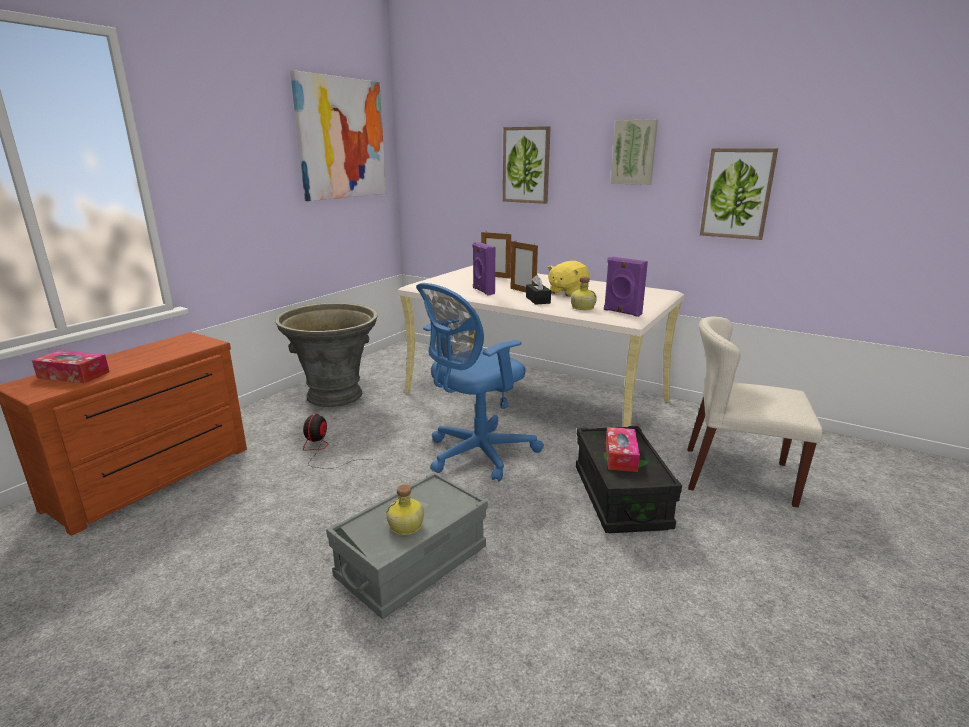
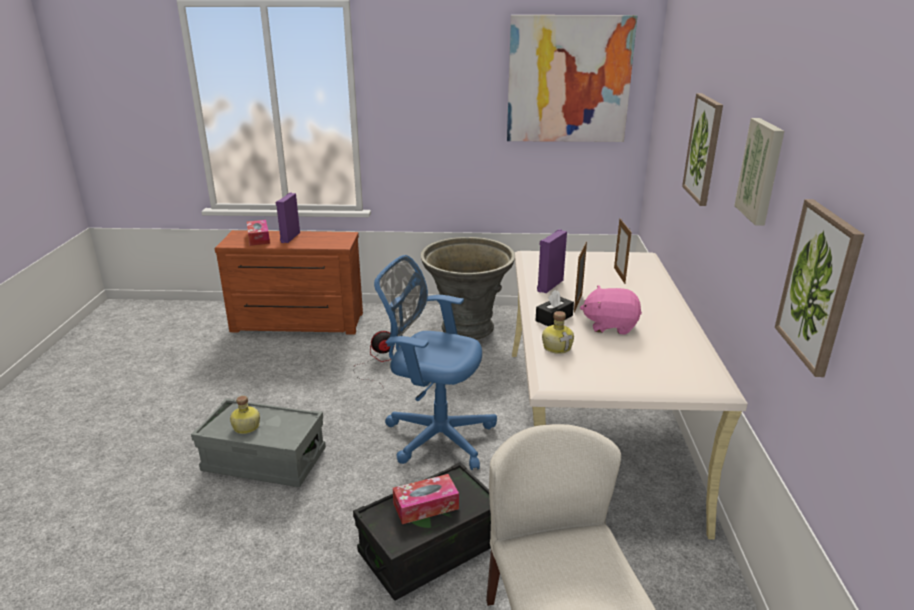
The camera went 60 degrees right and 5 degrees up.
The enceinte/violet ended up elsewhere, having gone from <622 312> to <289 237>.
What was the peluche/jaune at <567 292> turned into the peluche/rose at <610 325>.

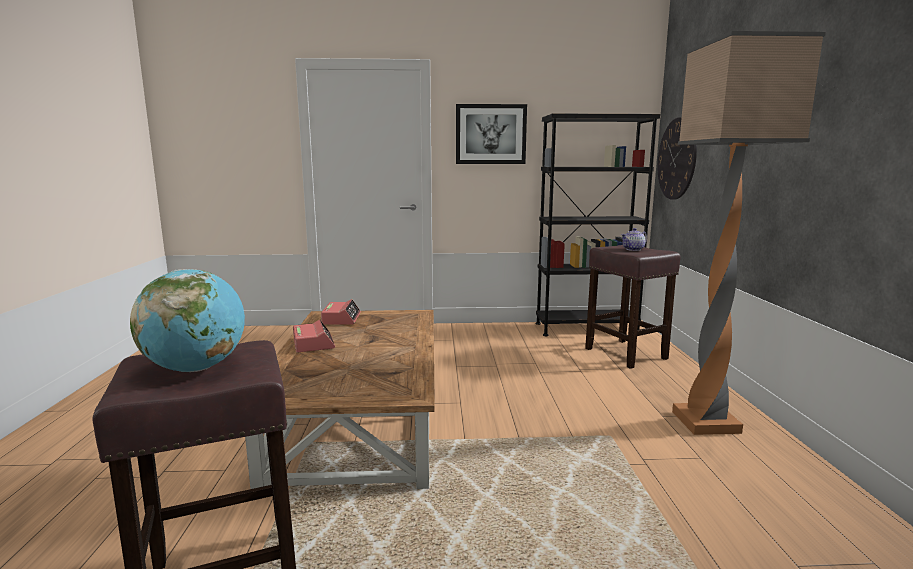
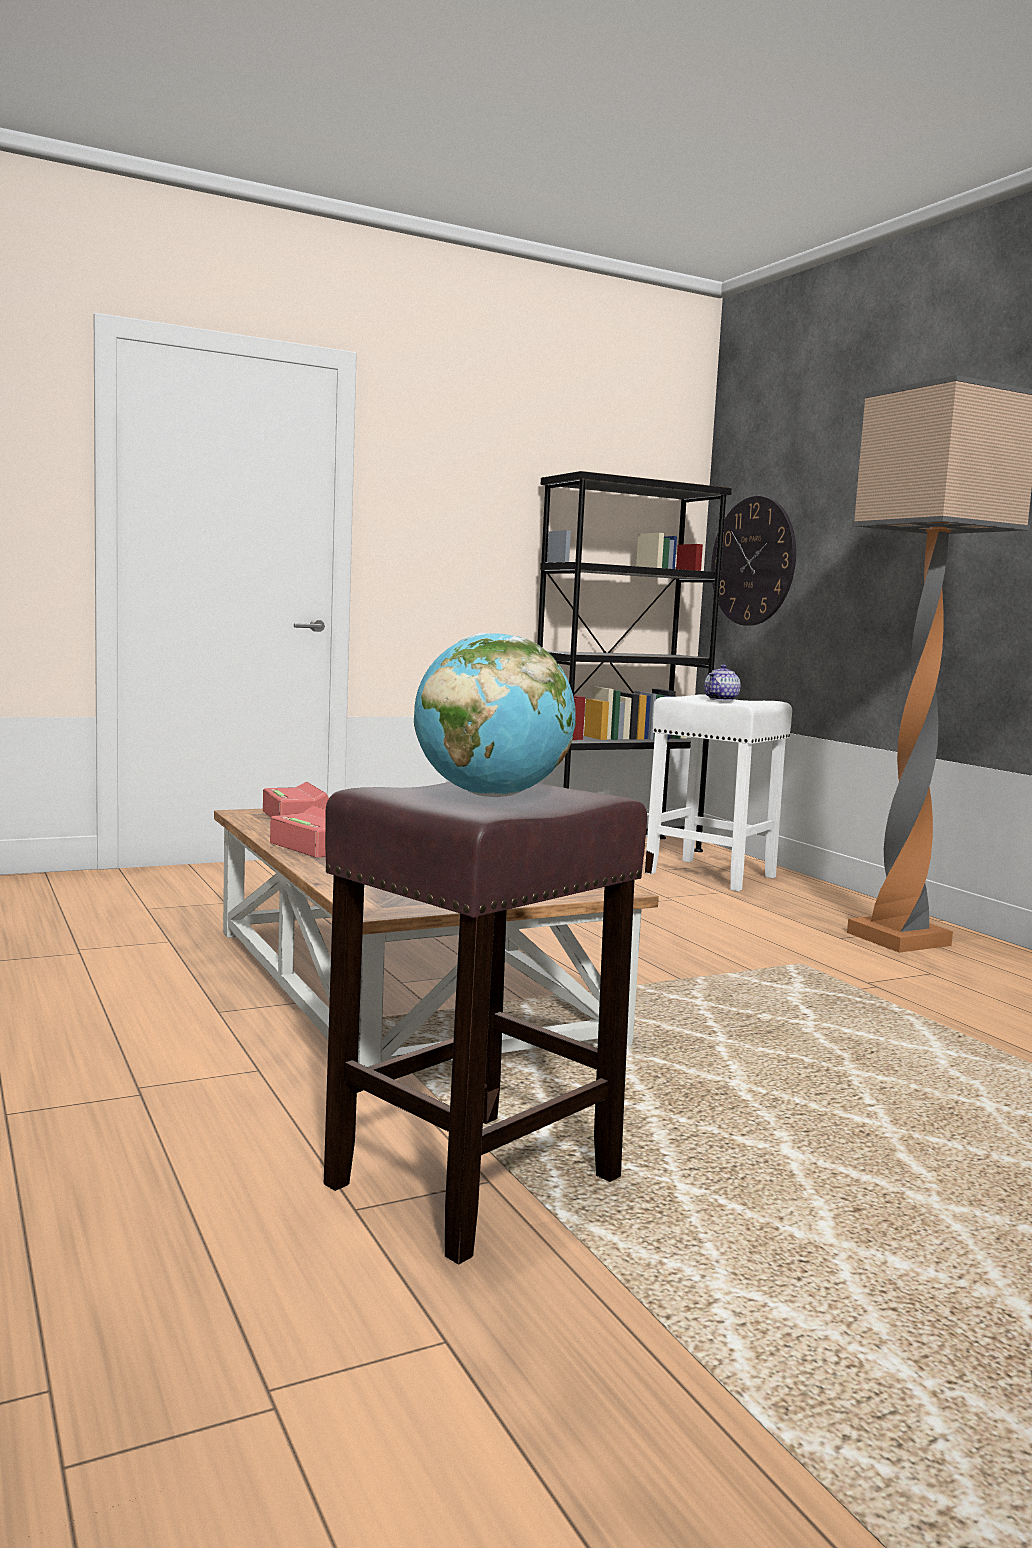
The camera went 25 degrees left and 5 degrees down.
The second view lost the tableau at <490 134>.
What was the tabouret/marron at <627 354> turned into the tabouret/blanc at <712 875>.

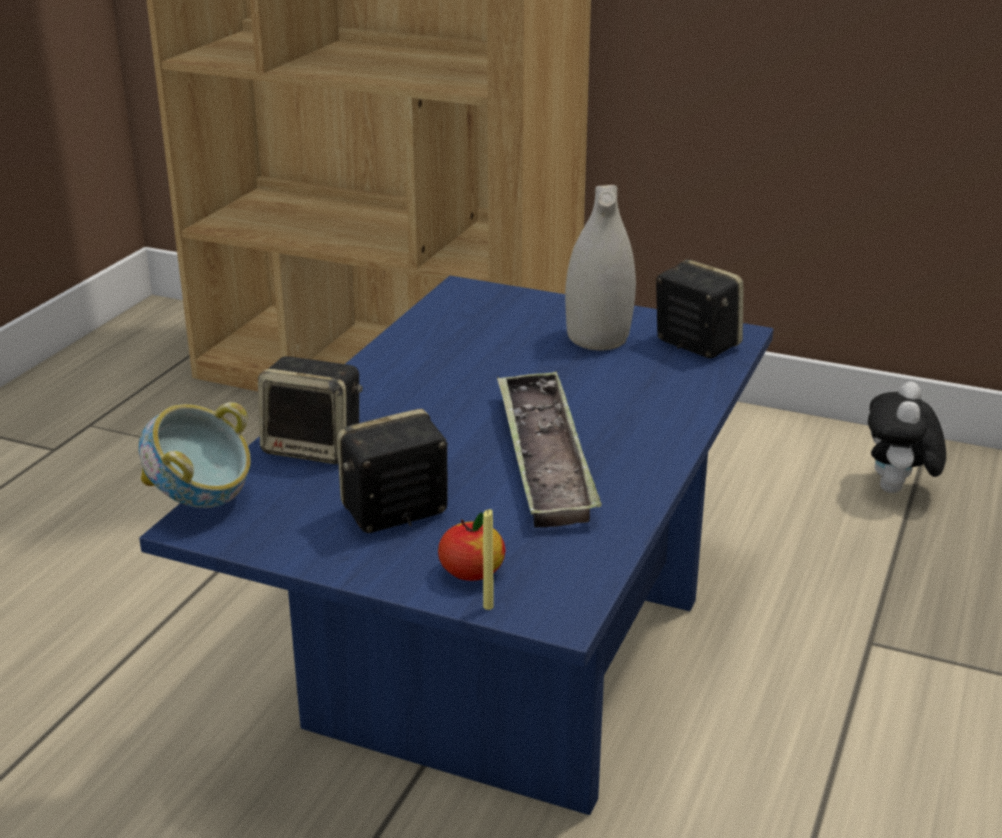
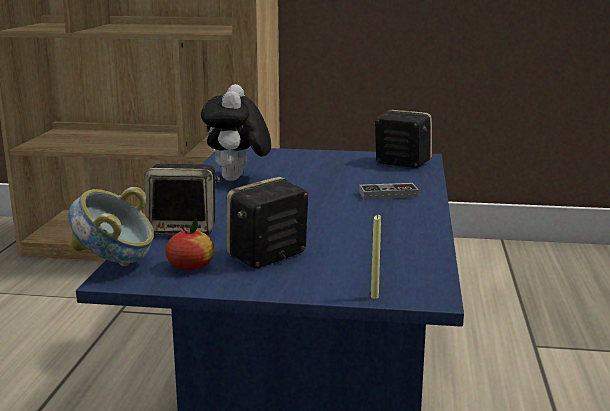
The camera went 15 degrees left and 10 degrees down.
The second view lost the plateau at <544 457>.
The second view lost the vase/blanc at <598 337>.
The second view gained the manette at <388 195>.
The pomme ended up elsewhere, having gone from <471 571> to <191 266>.
The peluche ended up elsewhere, having gone from <897 490> to <237 179>.

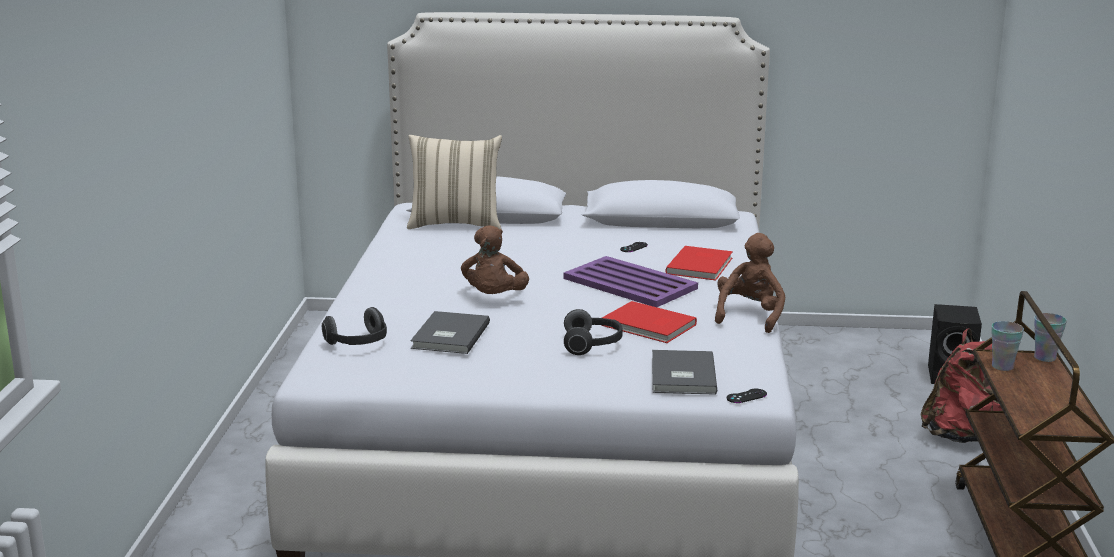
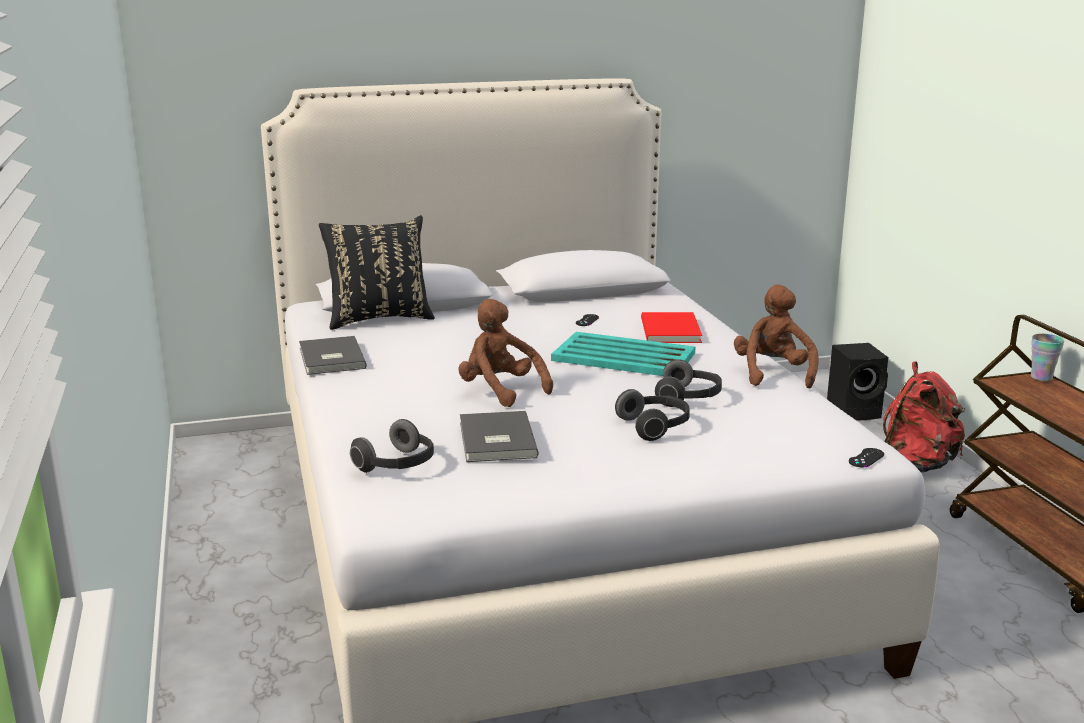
The camera went 20 degrees left and 0 degrees up.
The second view lost the tasse at <1002 366>.
The livre/gris ended up elsewhere, having gone from <681 376> to <330 359>.
Where the livre/rouge stood at <648 326>, the casque audio came to stand at <689 398>.
What was the coussin/beige at <455 224> turned into the coussin/noir at <379 318>.
What was the plateau/violet at <629 283> turned into the plateau/turquoise at <622 356>.
The peluche/marron at <494 298> ended up facing another way, 150 degrees clockwise from before.

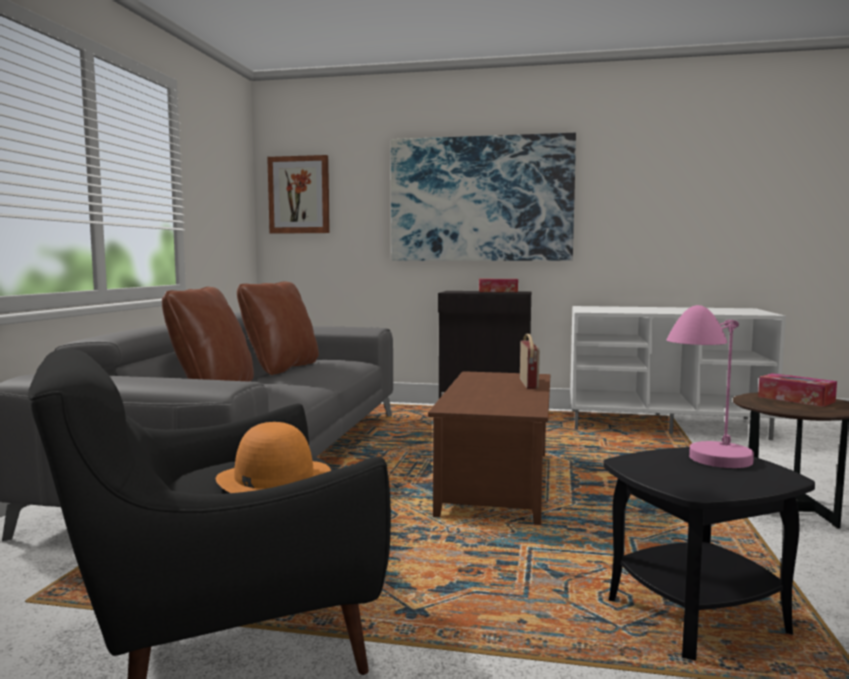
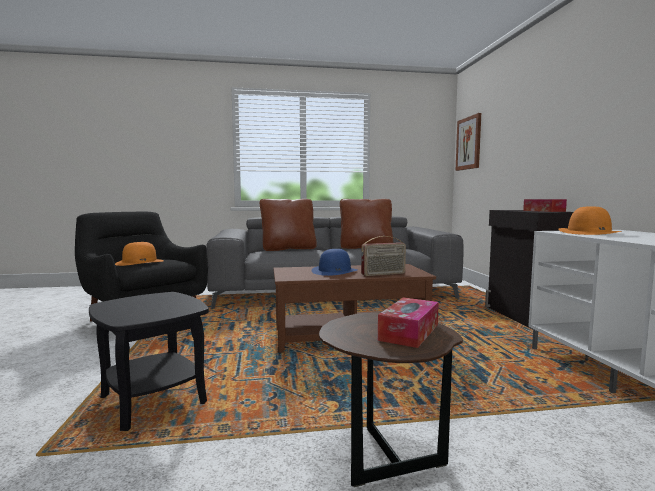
The camera went 70 degrees right and 0 degrees up.
The second view lost the tableau at <481 199>.
The second view lost the lampe de table/rose at <708 472>.
The second view gained the chapeau/bleu at <334 271>.
The second view gained the chapeau/orange at <589 232>.

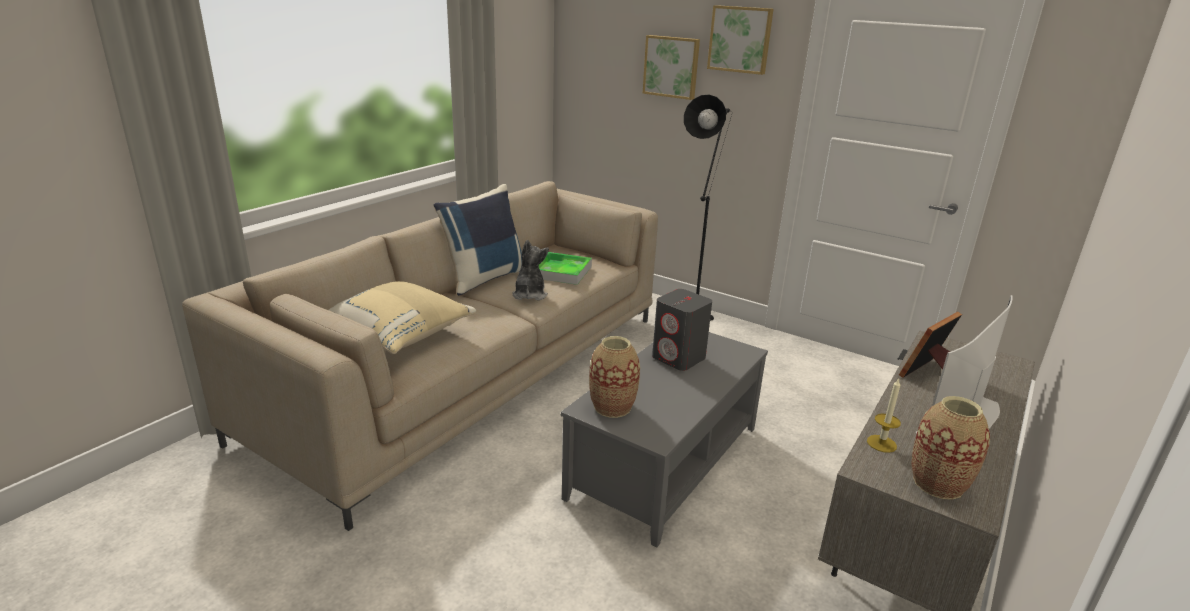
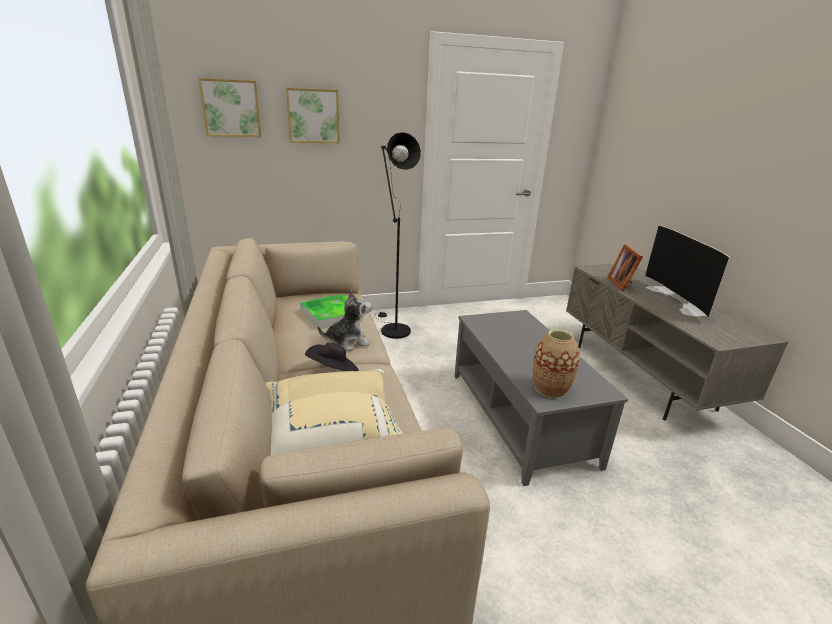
The camera went 50 degrees left and 0 degrees up.
The second view lost the coussin/bleu at <485 278>.
The second view lost the enceinte/gris at <679 358>.
The second view lost the bougie at <881 443>.
The second view lost the vase at <938 483>.
The second view gained the chapeau/noir at <333 371>.
The tableau ended up elsewhere, having gone from <740 39> to <231 108>.
The peluche at <529 294> ended up facing another way, 120 degrees clockwise from before.

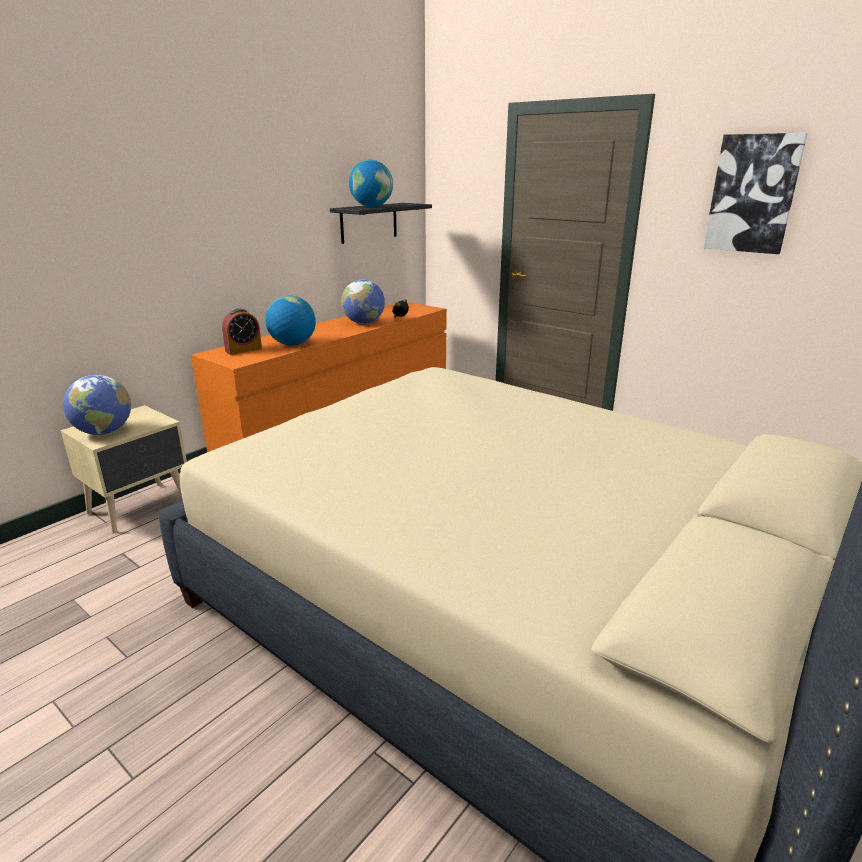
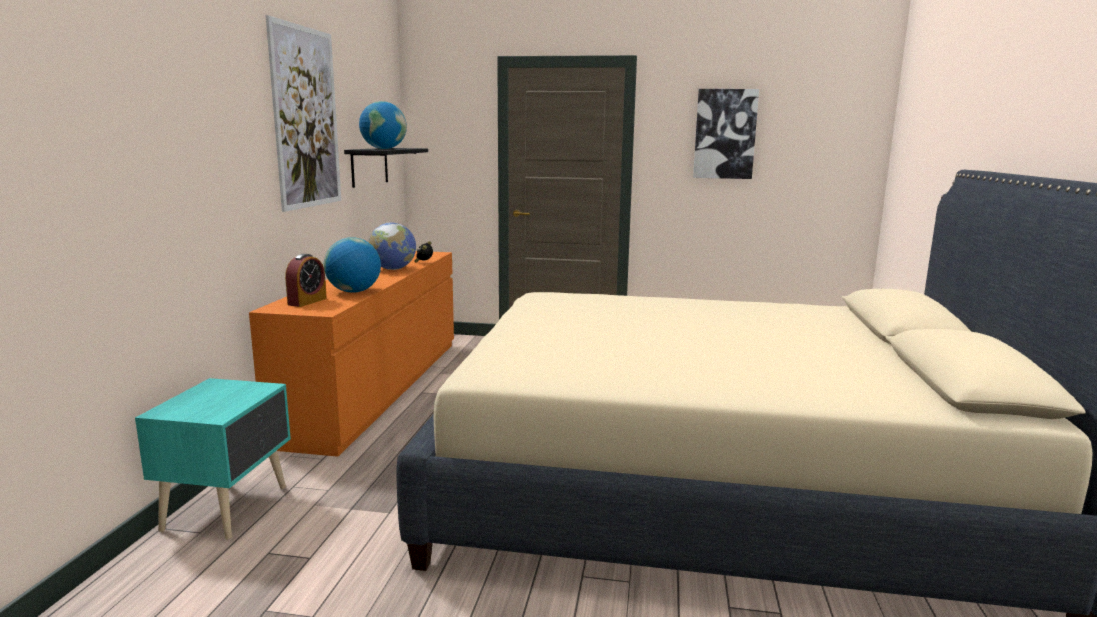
The camera went 30 degrees left and 10 degrees down.
The second view lost the globe at <104 432>.
The second view gained the tableau at <306 118>.
What was the table de chevet/beige at <141 507> turned into the table de chevet/turquoise at <229 507>.

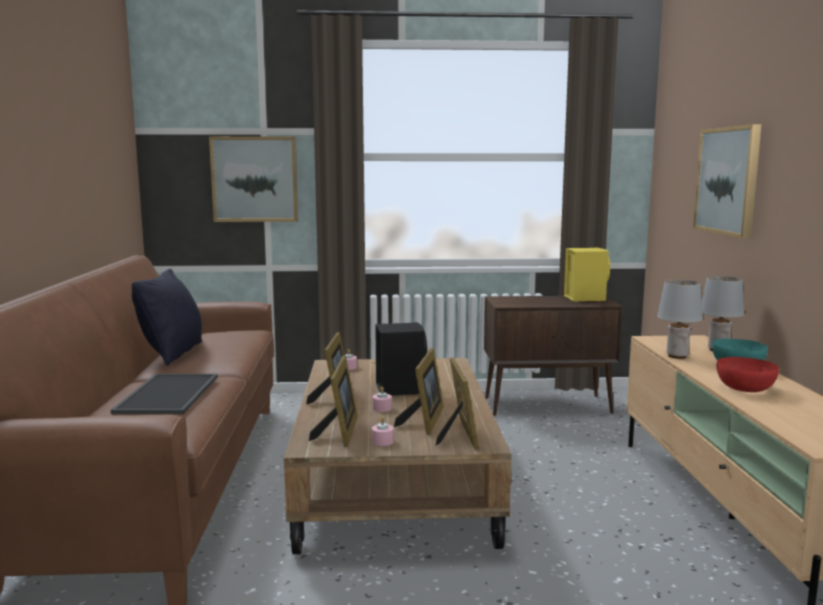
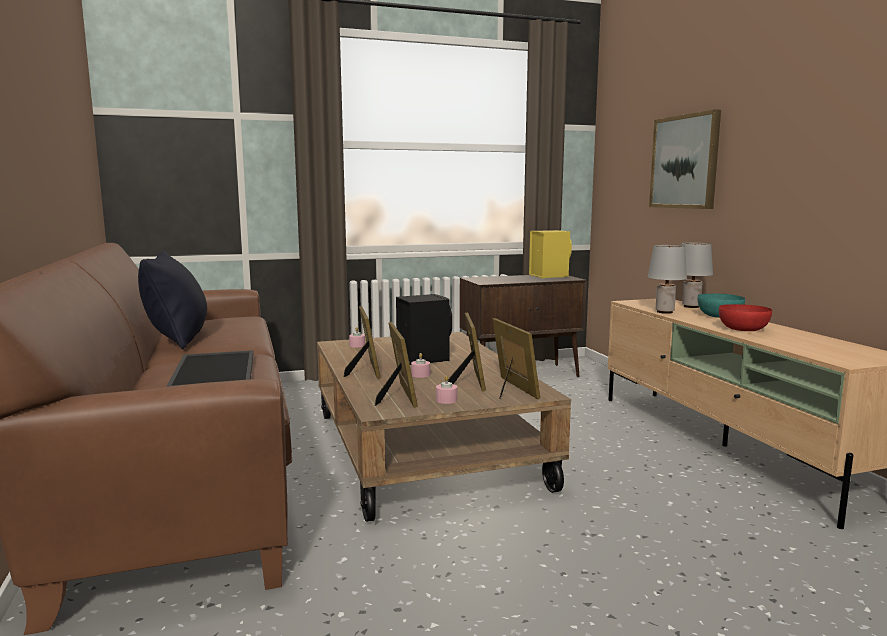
The camera went 15 degrees left and 0 degrees up.
The second view lost the tableau at <255 179>.

